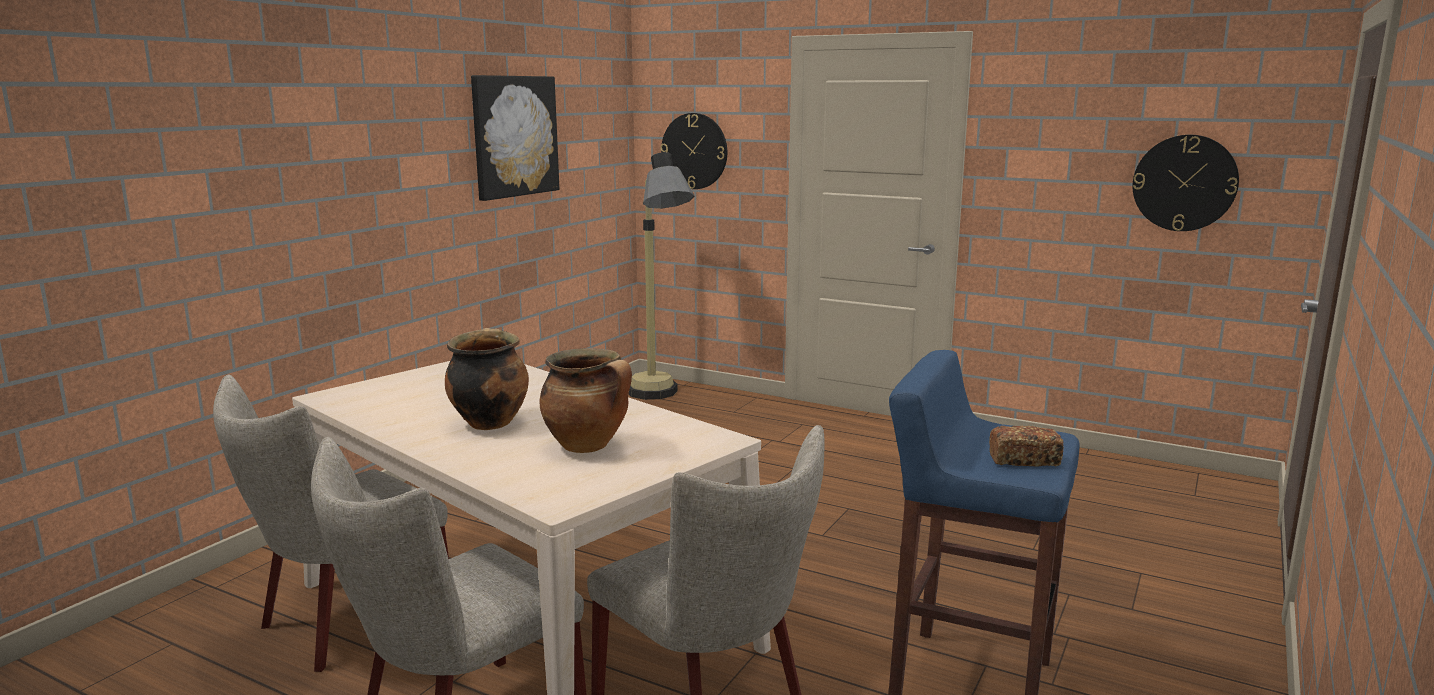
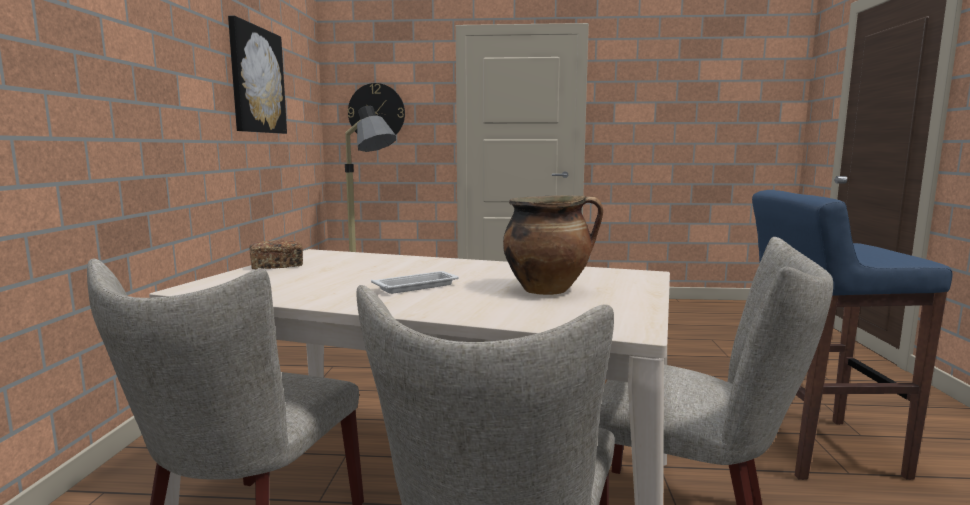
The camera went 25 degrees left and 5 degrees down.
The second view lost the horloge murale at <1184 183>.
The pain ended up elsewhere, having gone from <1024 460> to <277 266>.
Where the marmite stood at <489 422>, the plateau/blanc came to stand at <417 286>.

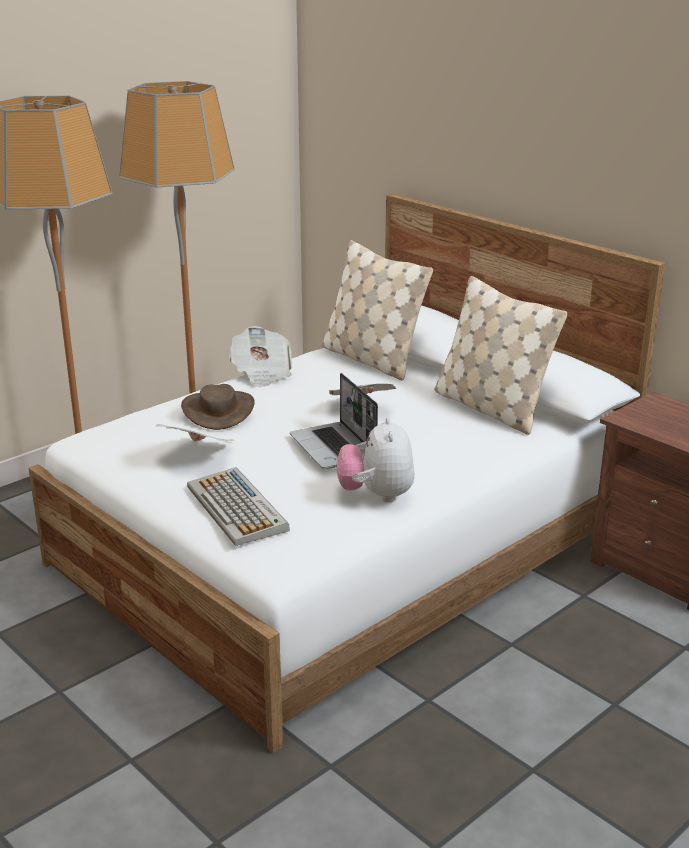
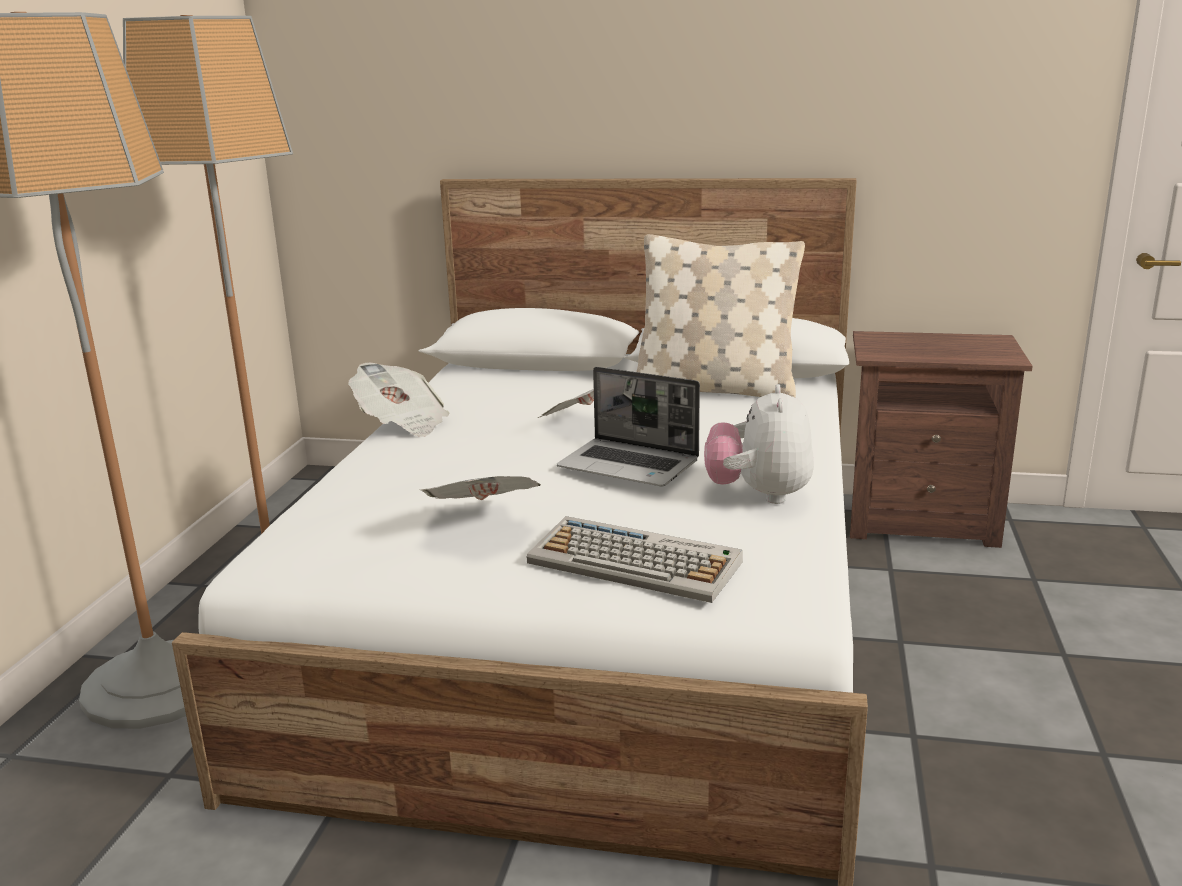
The camera went 35 degrees left and 5 degrees down.
The second view lost the chapeau/marron at <218 410>.
The second view lost the coussin/beige at <371 359>.
The peluche at <376 495> ended up facing another way, 45 degrees clockwise from before.

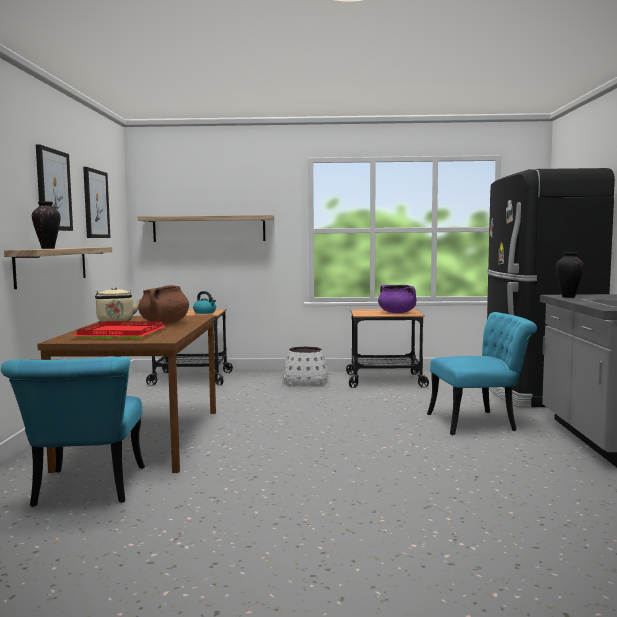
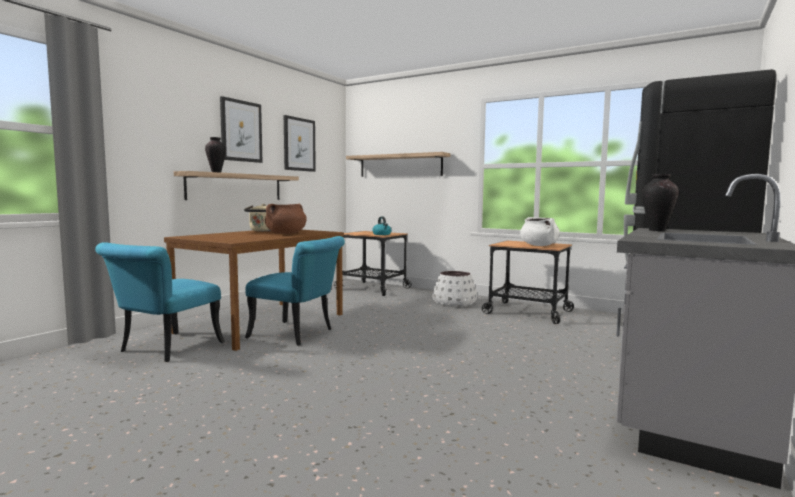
The camera went 30 degrees right and 0 degrees up.
The second view lost the plateau/rouge at <121 333>.
The chaise/turquoise ended up elsewhere, having gone from <480 422> to <298 334>.
What was the marmite/violet at <397 313> turned into the marmite/blanc at <539 245>.

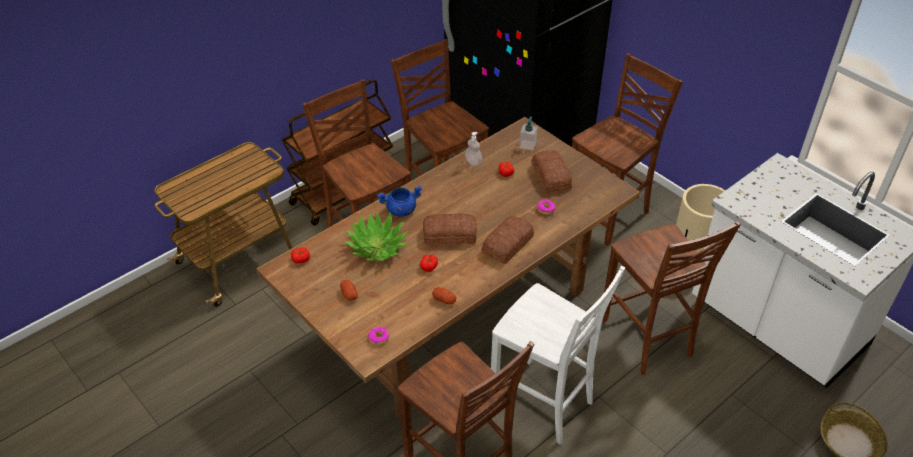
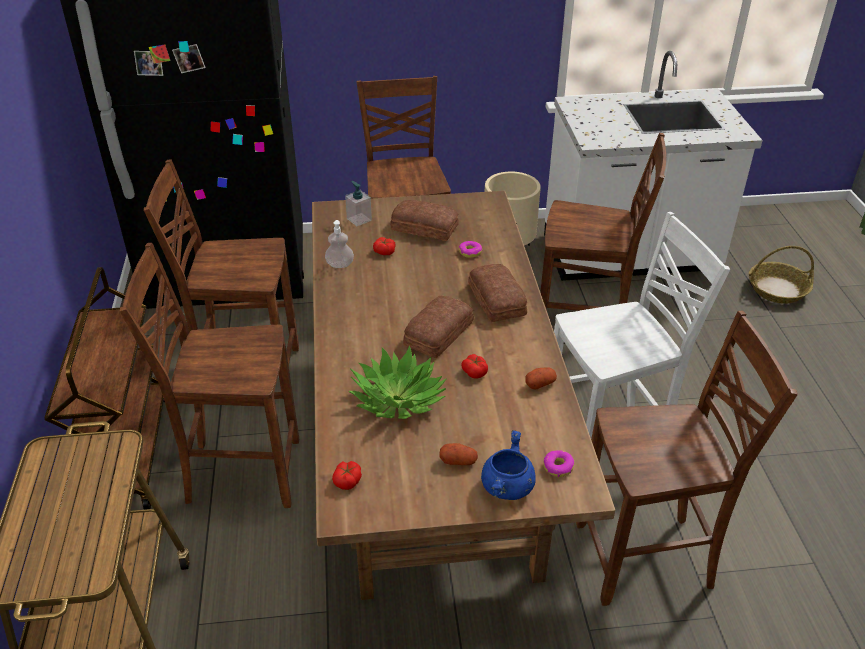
The camera went 55 degrees left and 5 degrees down.
The marmite/bleu ended up elsewhere, having gone from <401 210> to <507 488>.

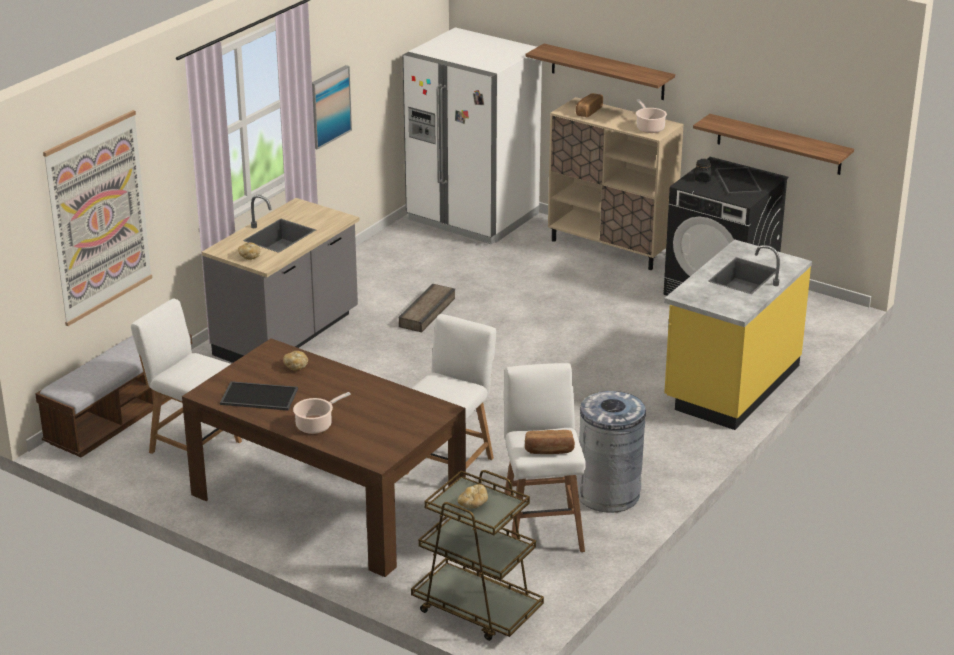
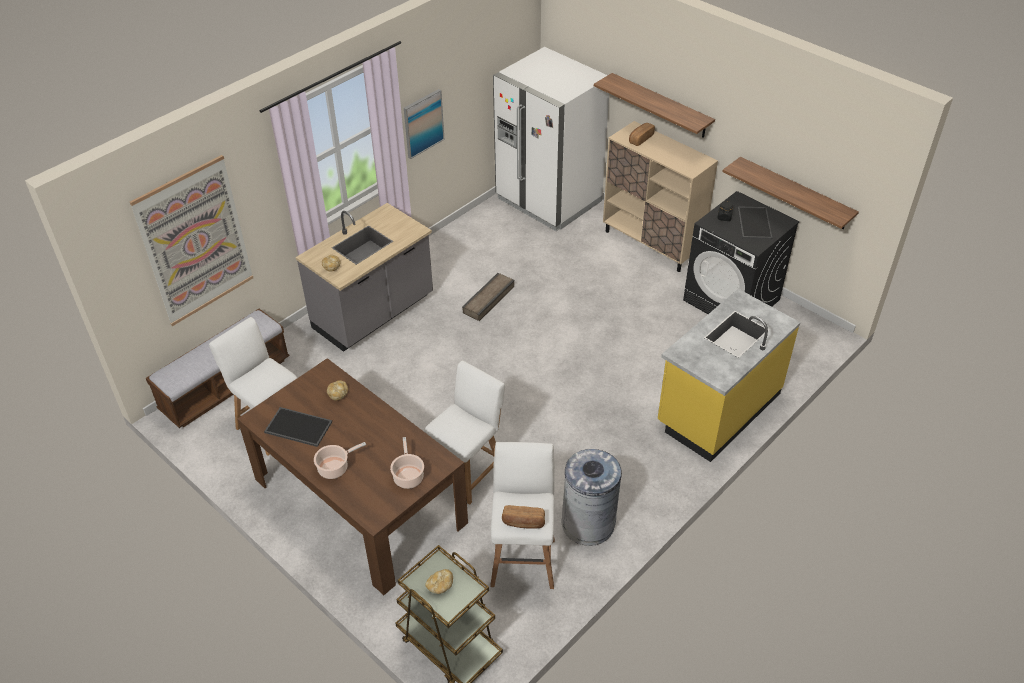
The camera went 10 degrees right and 15 degrees up.
The marmite ended up elsewhere, having gone from <649 128> to <408 476>.

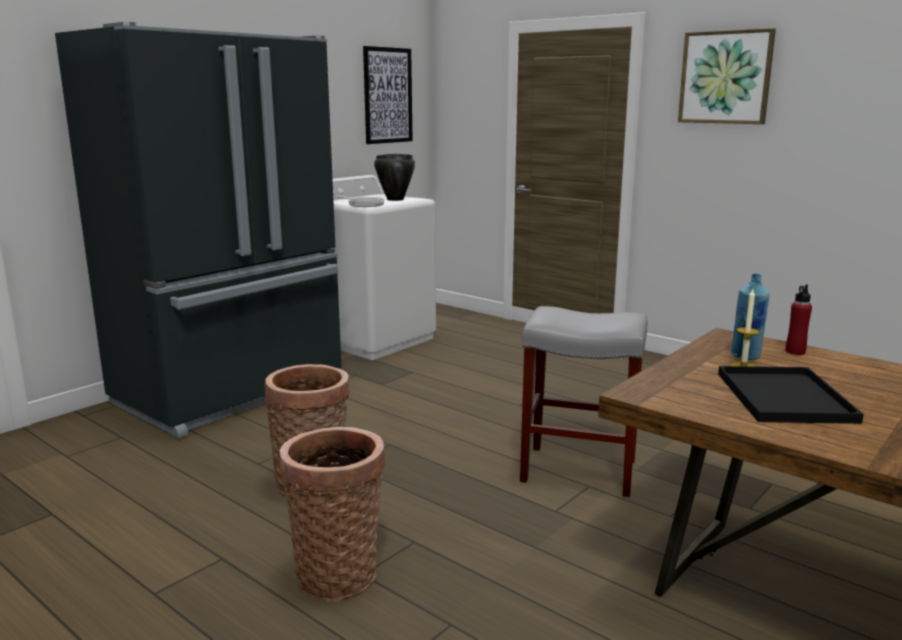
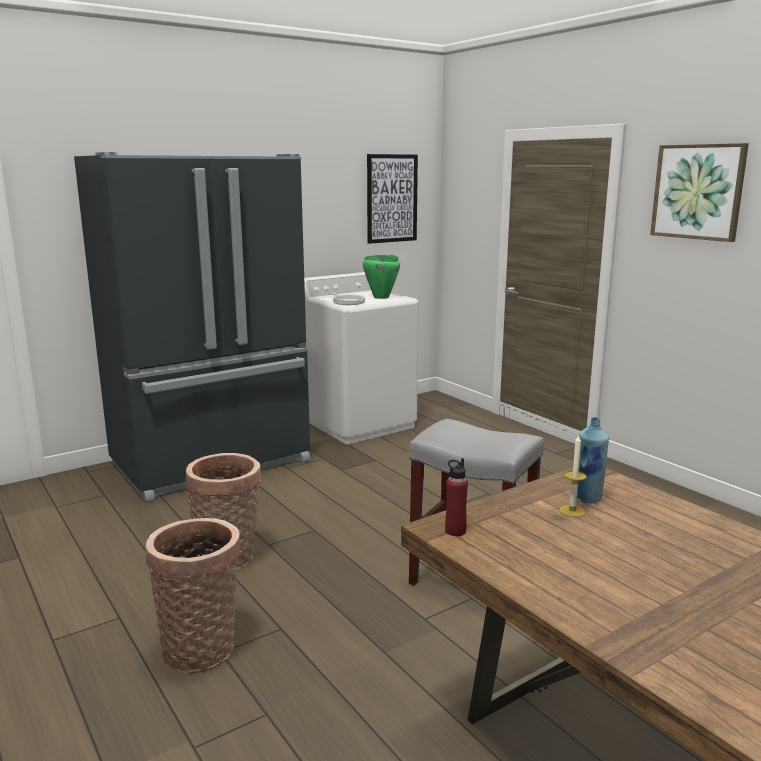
The camera went 15 degrees right and 0 degrees up.
The second view lost the plateau/noir at <781 396>.
The bouteille/rouge ended up elsewhere, having gone from <795 352> to <455 531>.
What was the marmite/noir at <395 199> turned into the marmite/vert at <381 297>.

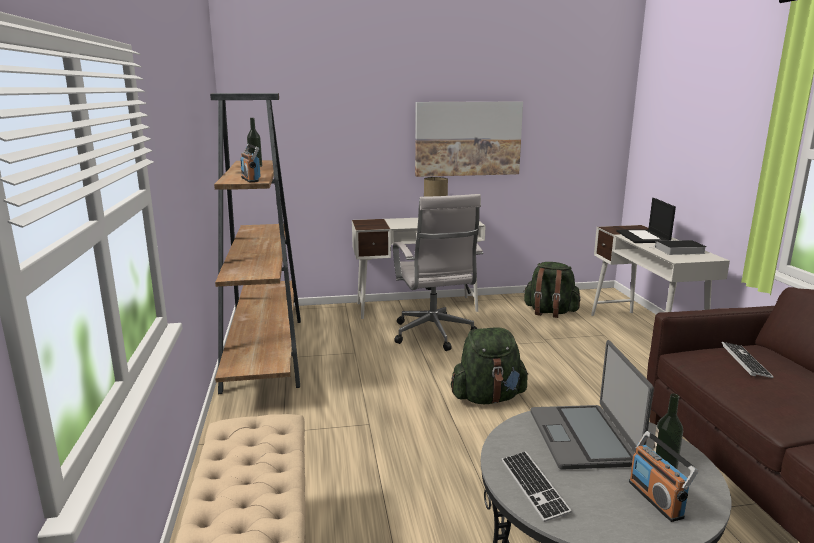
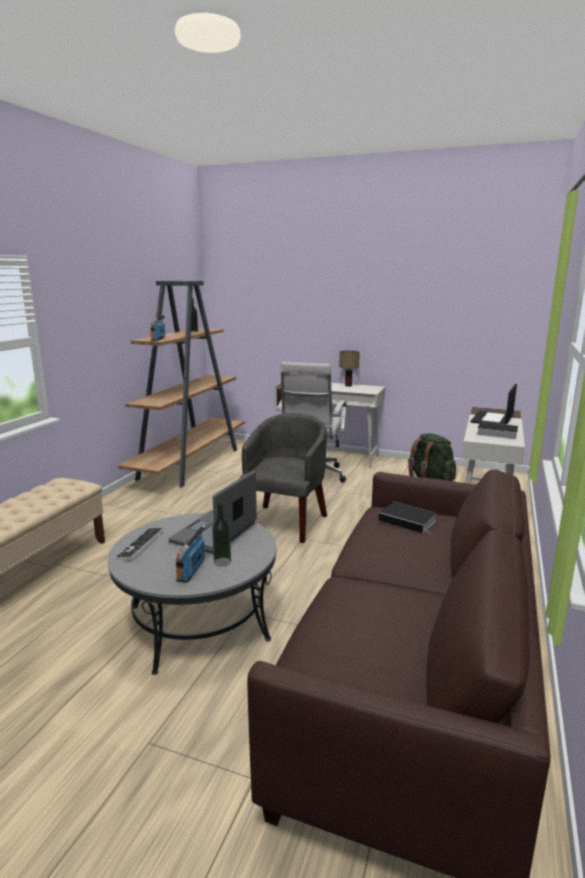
The camera went 30 degrees right and 0 degrees up.
The second view lost the tableau at <468 138>.
Where the sac à dos/vert stood at <488 398>, the fauteuil/gris came to stand at <286 522>.
Where the clavier stood at <745 361>, the livre came to stand at <409 521>.

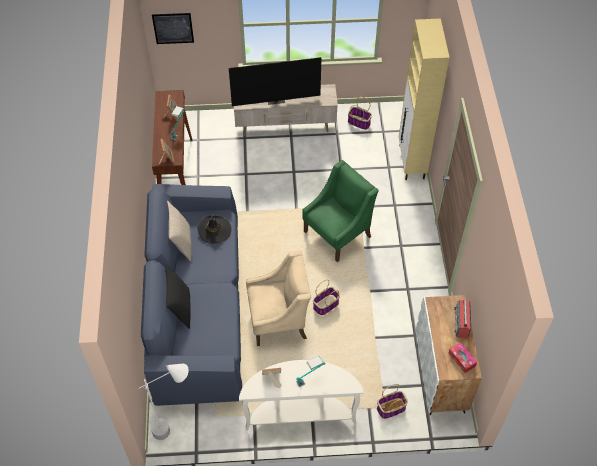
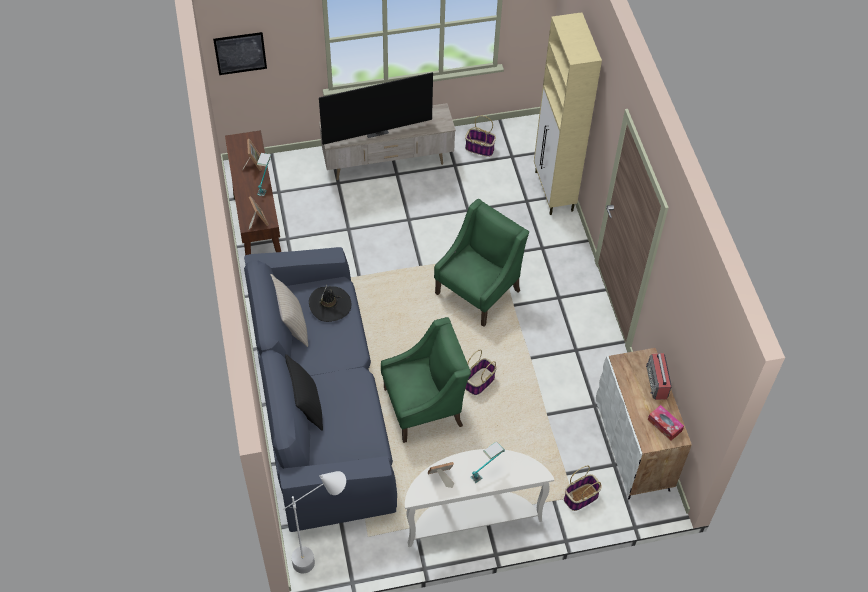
The camera went 10 degrees left and 0 degrees up.
What was the fauteuil/beige at <279 319> turned into the fauteuil/vert at <424 407>.

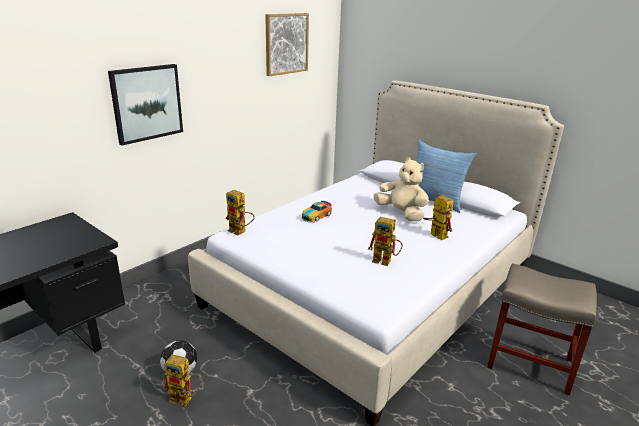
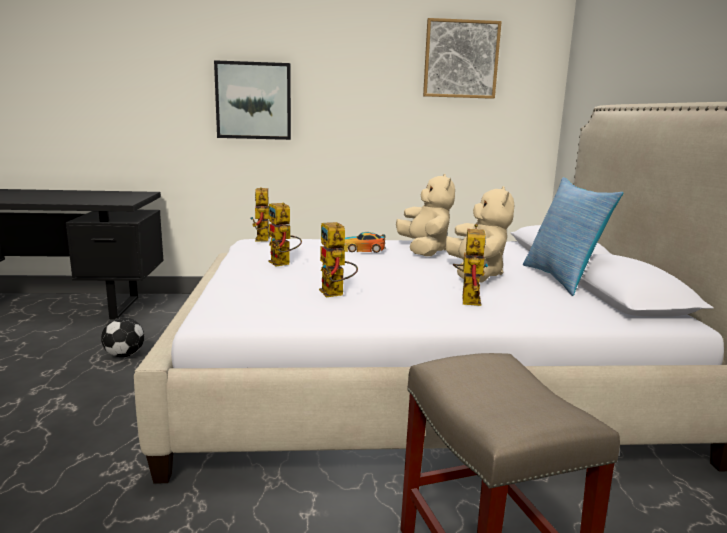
The camera went 45 degrees right and 10 degrees down.
The second view gained the peluche/beige at <424 250>.
The robot jouet ended up elsewhere, having gone from <186 399> to <283 264>.

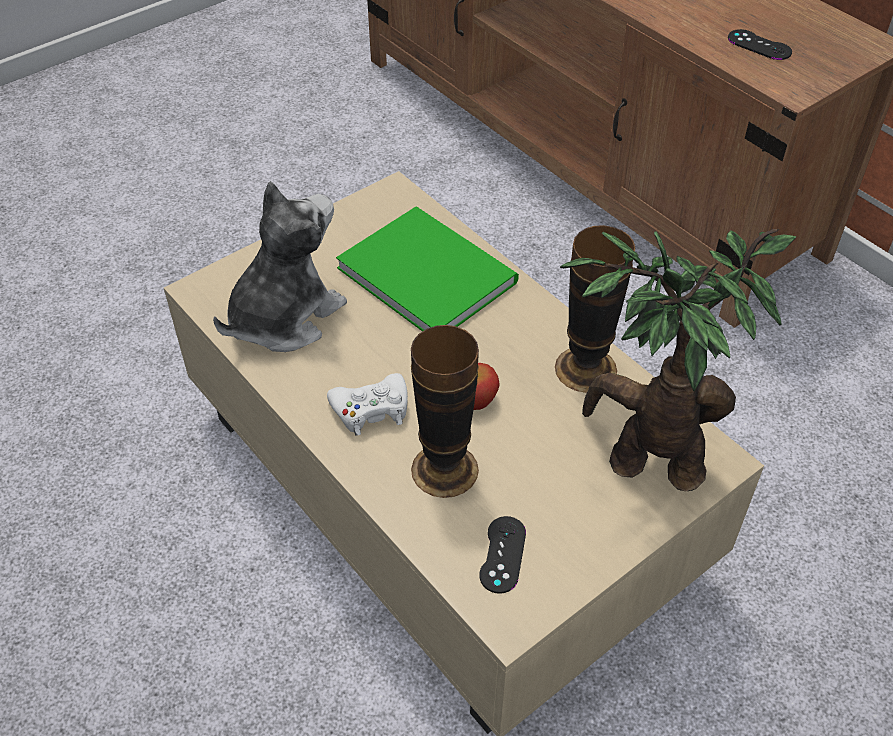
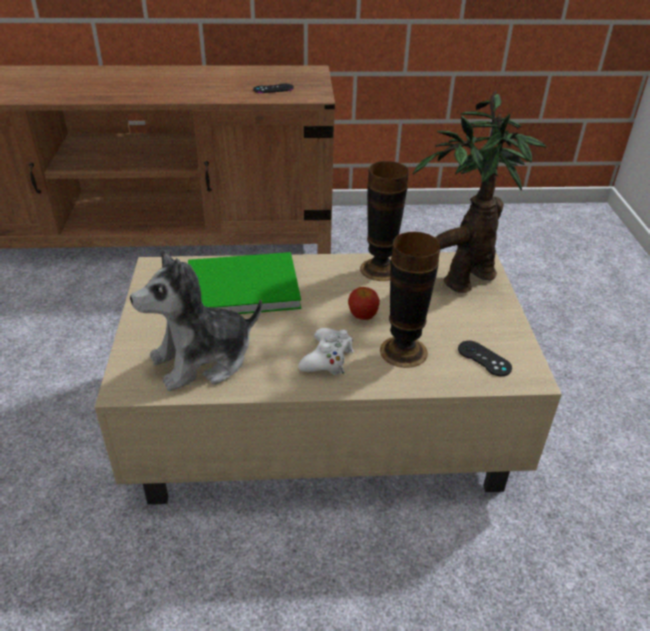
The camera went 55 degrees left and 10 degrees down.
The peluche at <284 317> ended up facing another way, 105 degrees counterclockwise from before.

